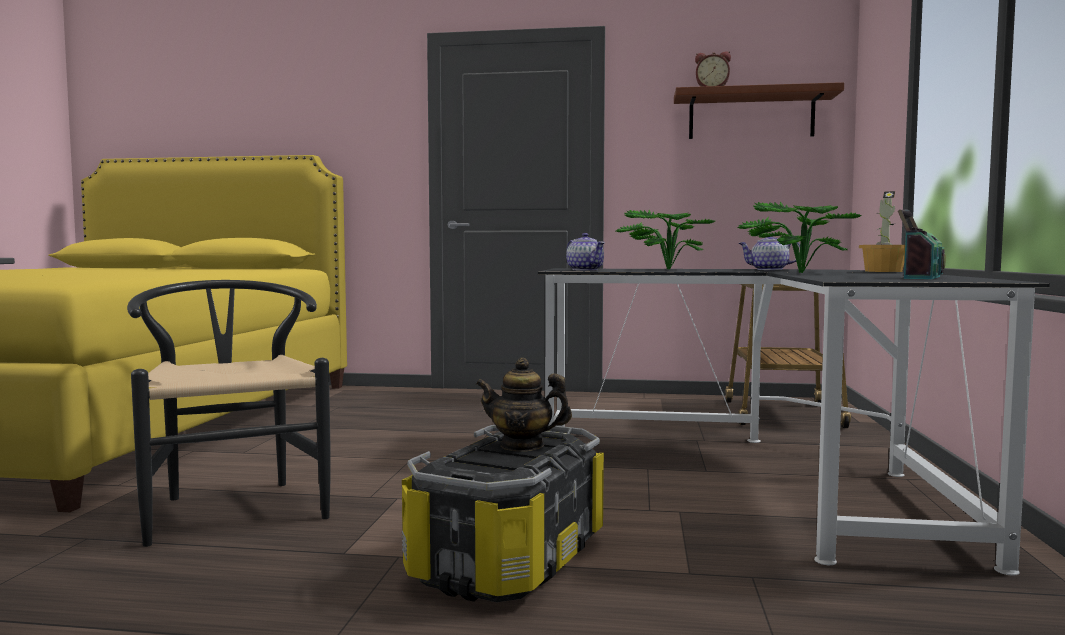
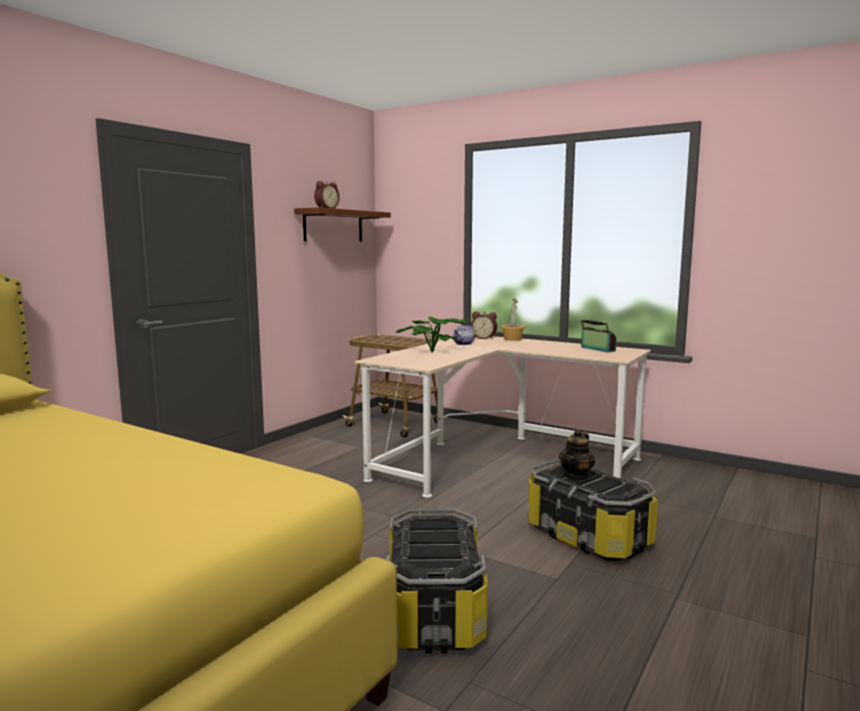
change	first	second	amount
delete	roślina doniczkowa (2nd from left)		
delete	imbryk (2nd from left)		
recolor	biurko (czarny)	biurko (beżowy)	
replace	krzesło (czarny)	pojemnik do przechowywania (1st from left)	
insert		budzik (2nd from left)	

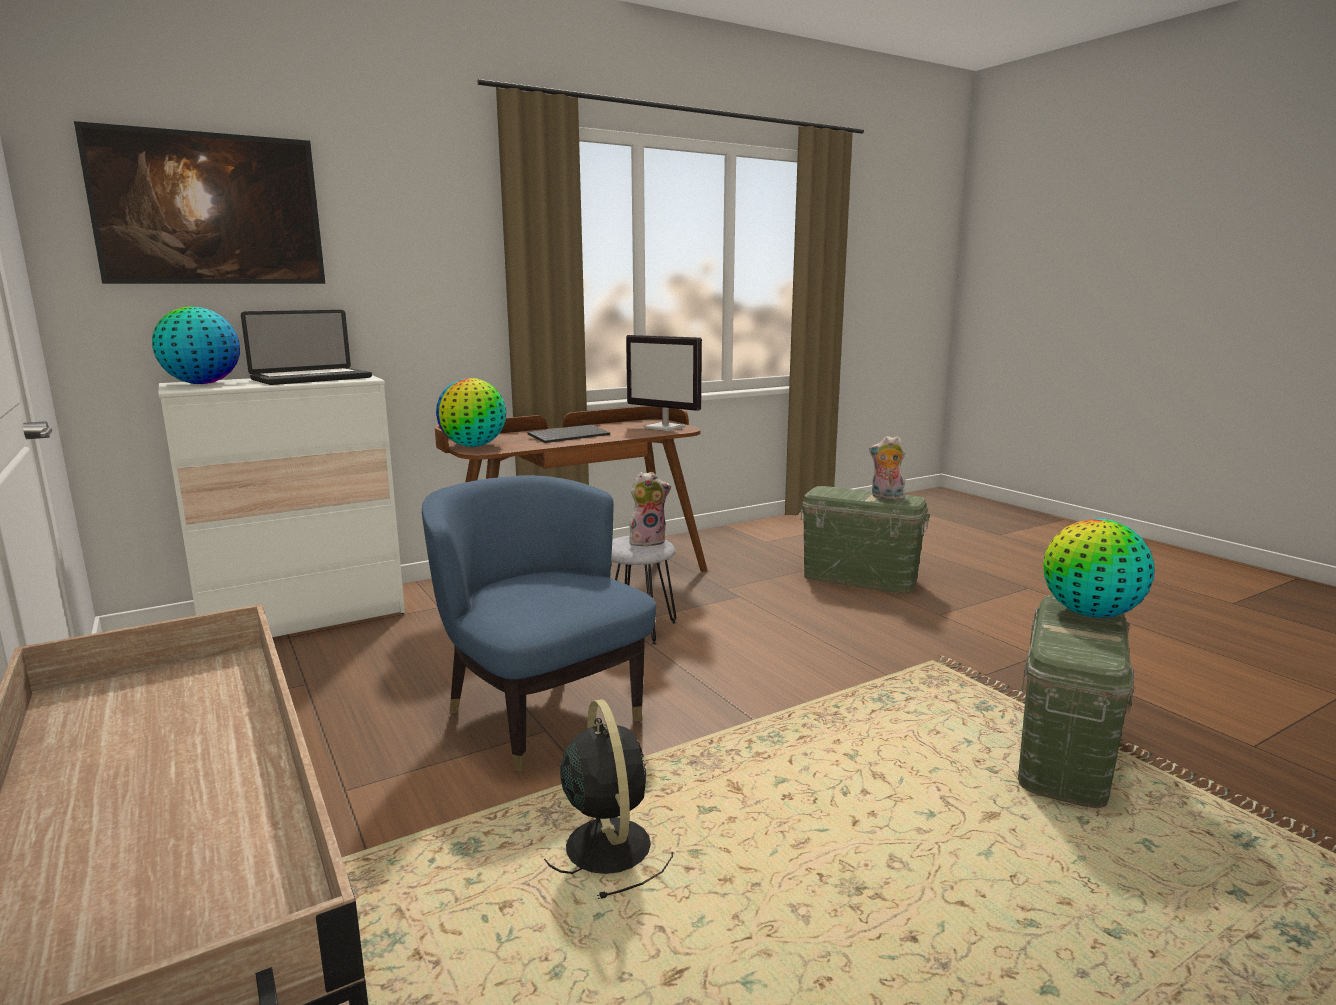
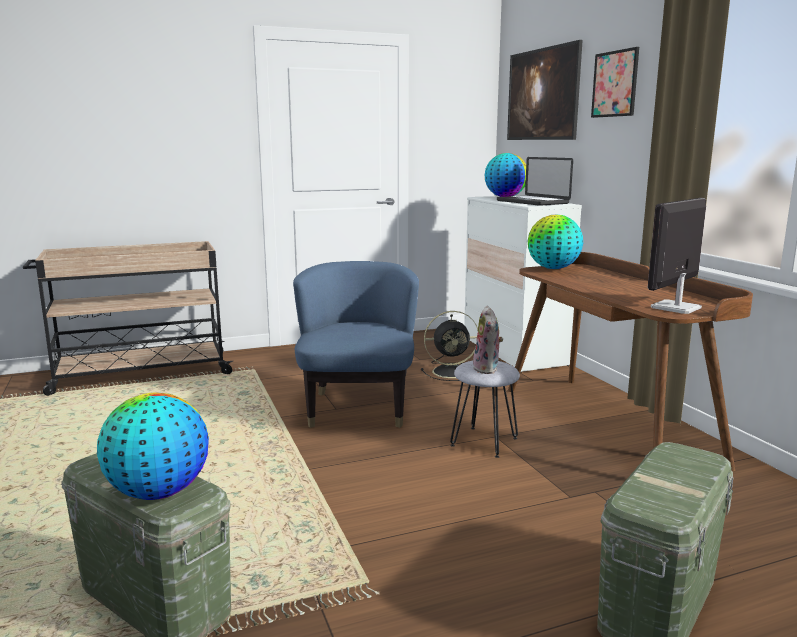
change	first	second	amount
delete	klawiatura		
delete	pluszak (2nd from left)		
rotate	fotel (niebieski)		60 degrees counterclockwise
move	wentylator (czarny)		
insert		obraz (2nd from left)	

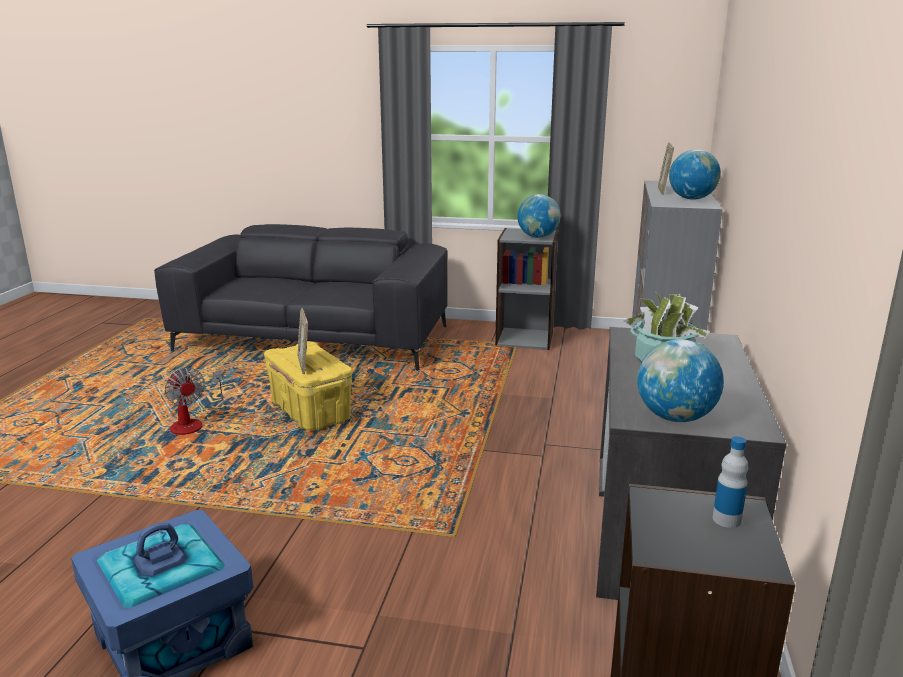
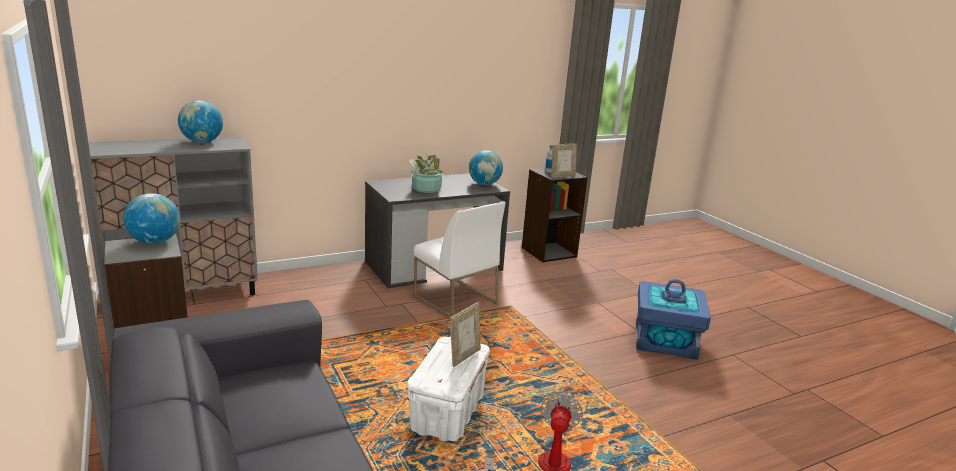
change	first	second	amount
move	ramka na zdjęcie (2nd from left)		
recolor	pojemnik do przechowywania (żółty)	pojemnik do przechowywania (biały)	
insert		krzesło (biały)	

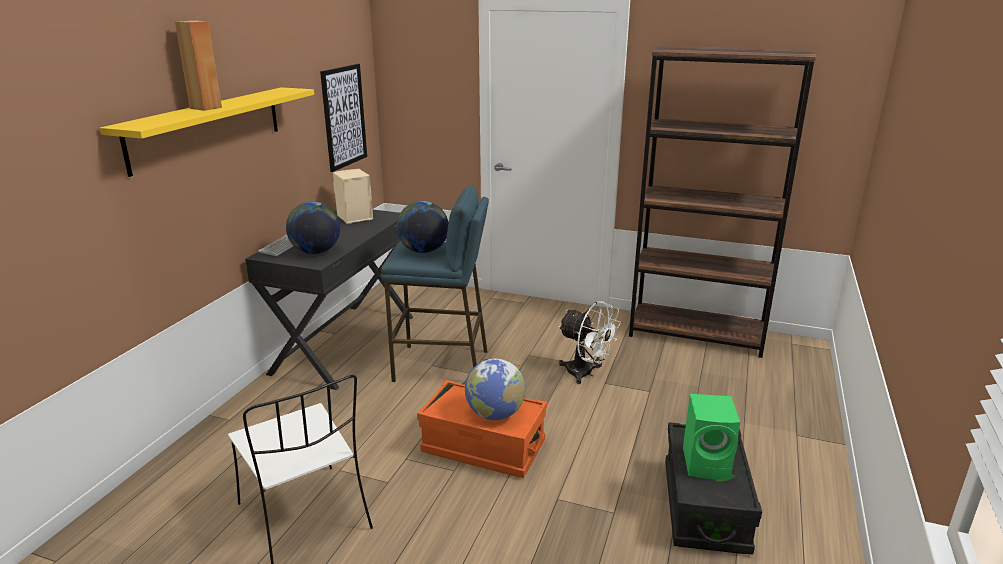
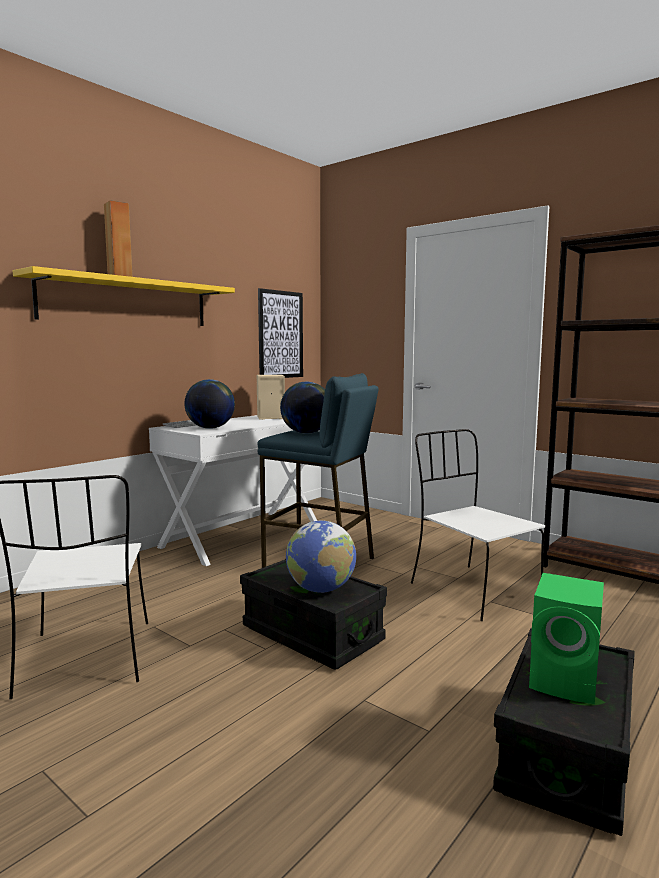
change	first	second	amount
recolor	biurko (czarny)	biurko (biały)	
replace	wentylator (biały)	krzesło (biały) (2nd from left)	
recolor	pojemnik do przechowywania (pomarańczowy)	pojemnik do przechowywania (czarny) (1st from left)	

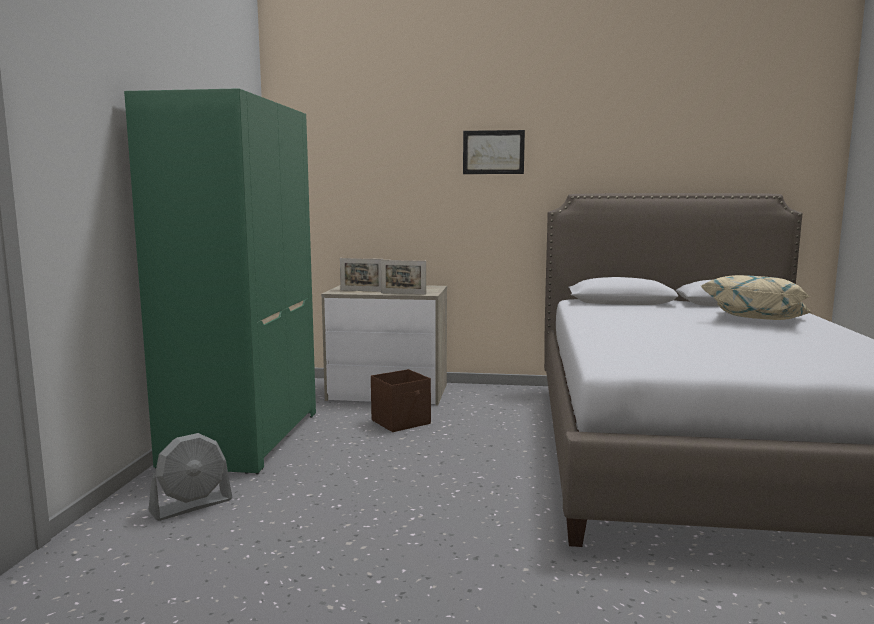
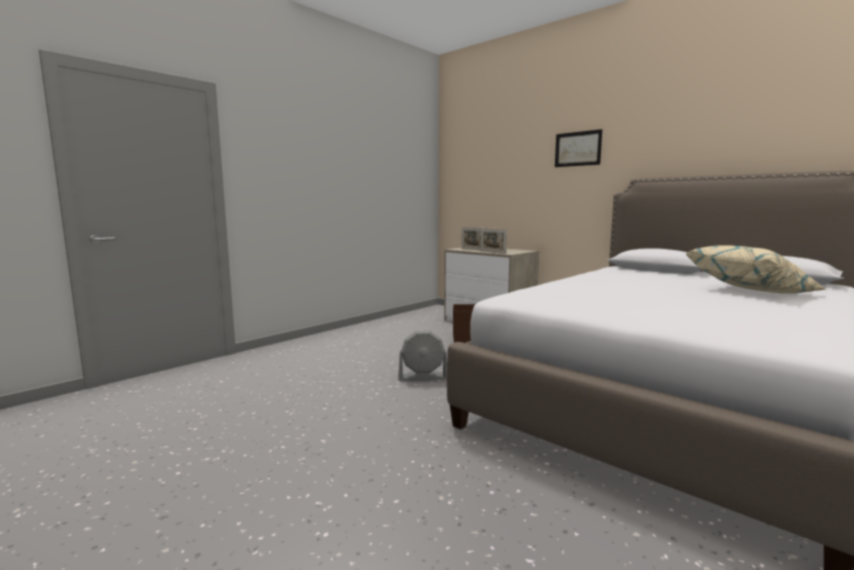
change	first	second	amount
delete	szafa (zielony)		
move	wentylator (szary)		

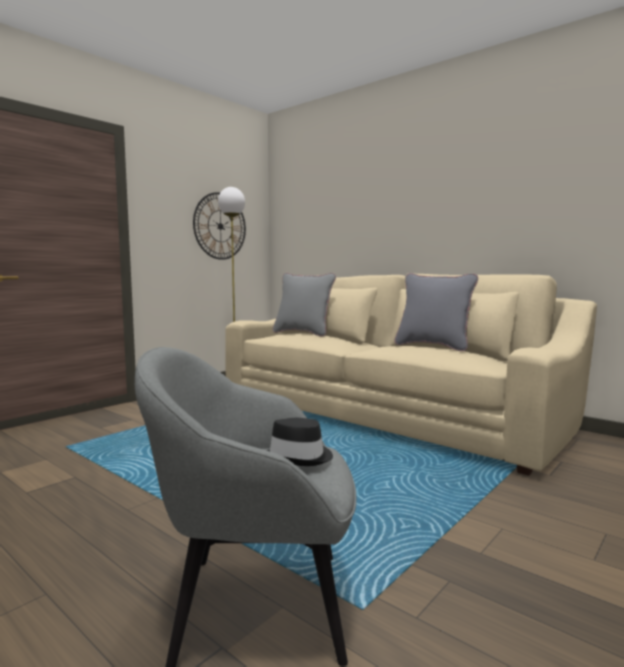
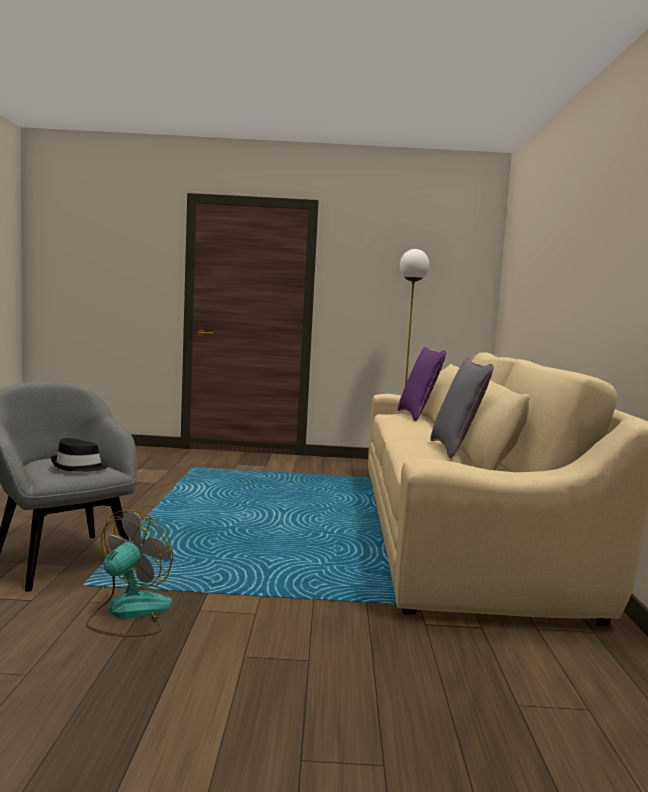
change	first	second	amount
delete	zegar ścienny		
recolor	poduszka (szary) (1st from left)	poduszka (fioletowy)	
insert		wentylator	

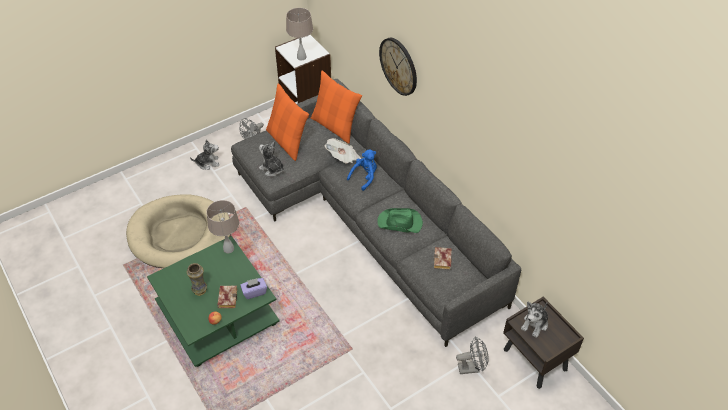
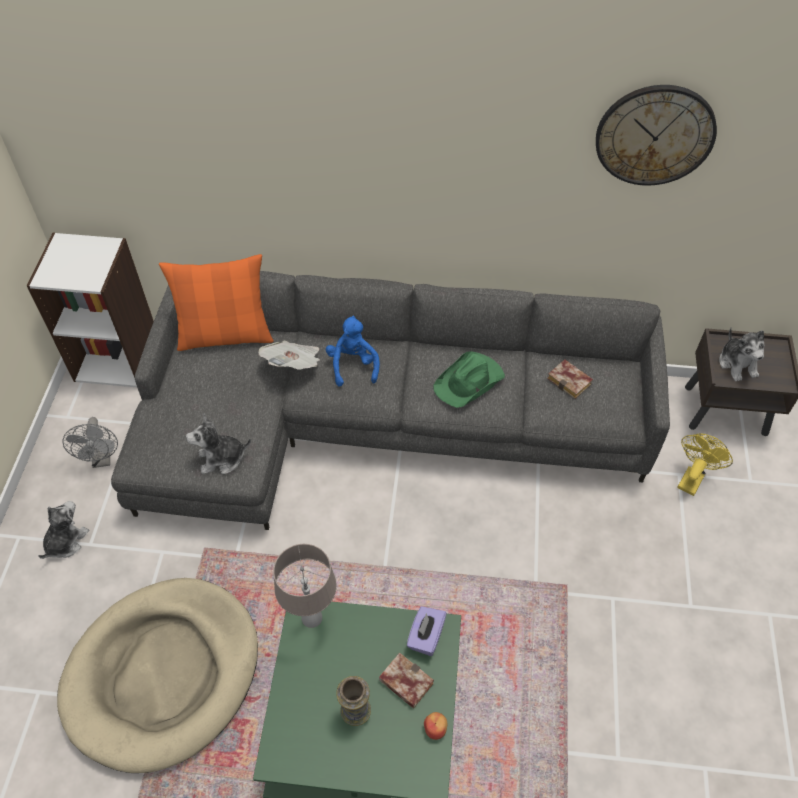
change	first	second	amount
delete	lampa stołowa (beżowy) (2nd from left)		
move	zegar ścienny		
delete	poduszka (pomarańczowy) (1st from left)		
recolor	wentylator (szary) (2nd from left)	wentylator (żółty)	

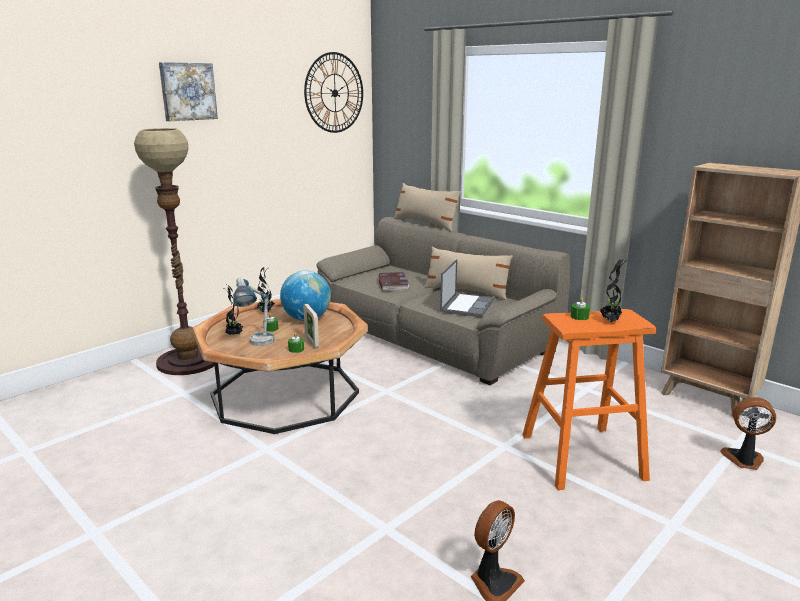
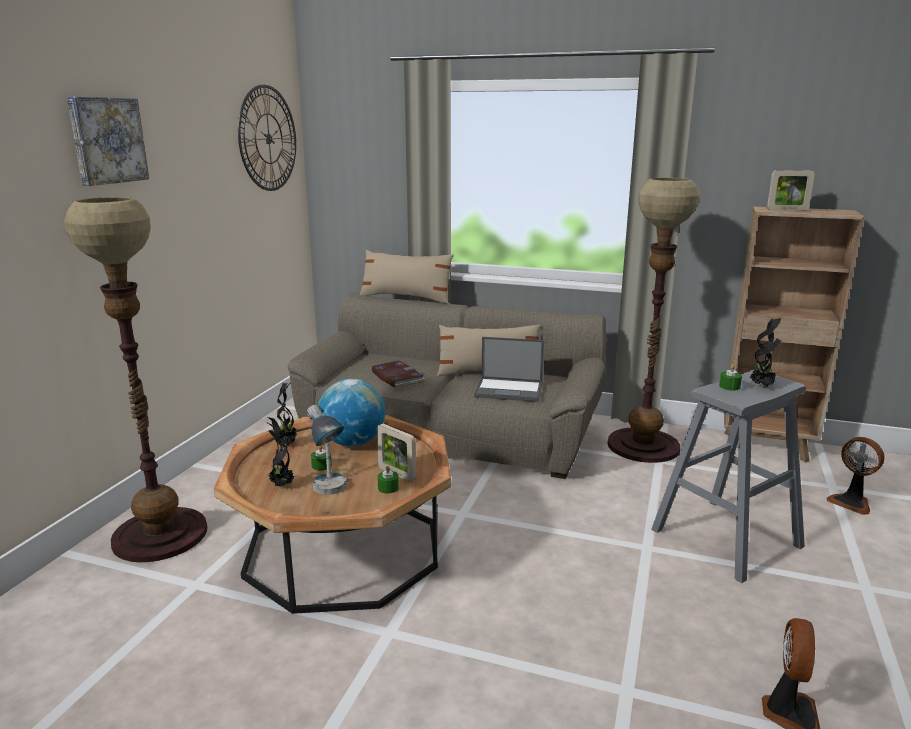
change	first	second	amount
rotate	laptop		105 degrees clockwise
recolor	stołek (pomarańczowy)	stołek (szary)	
rotate	wentylator (2nd from left)		120 degrees counterclockwise
insert		ramka na zdjęcie (2nd from left)	
insert		lampa stojąca (2nd from left)	

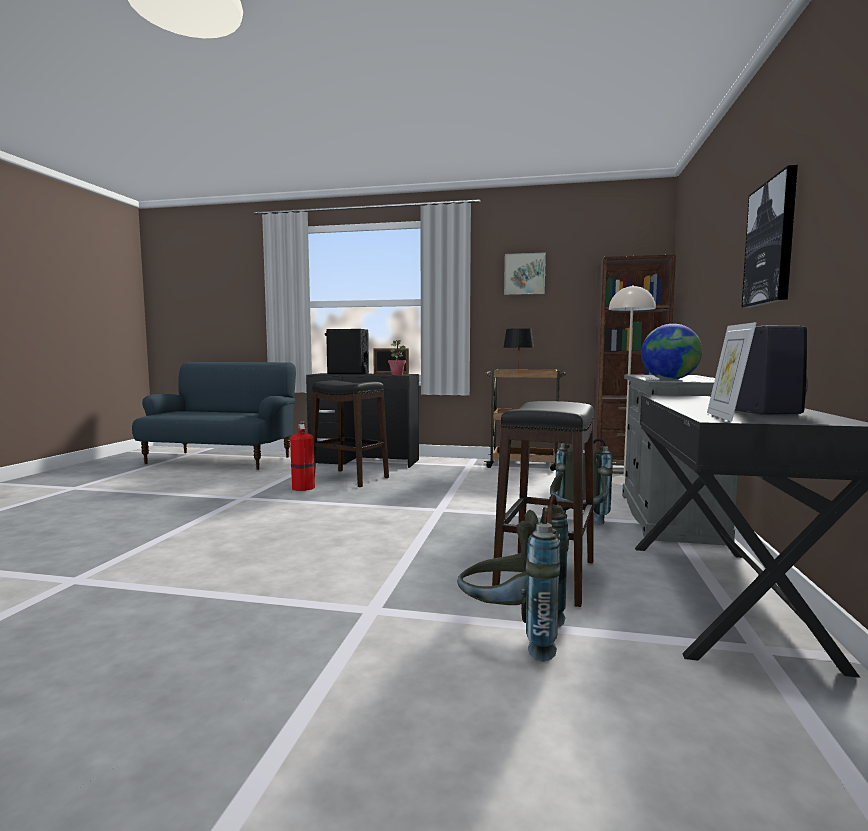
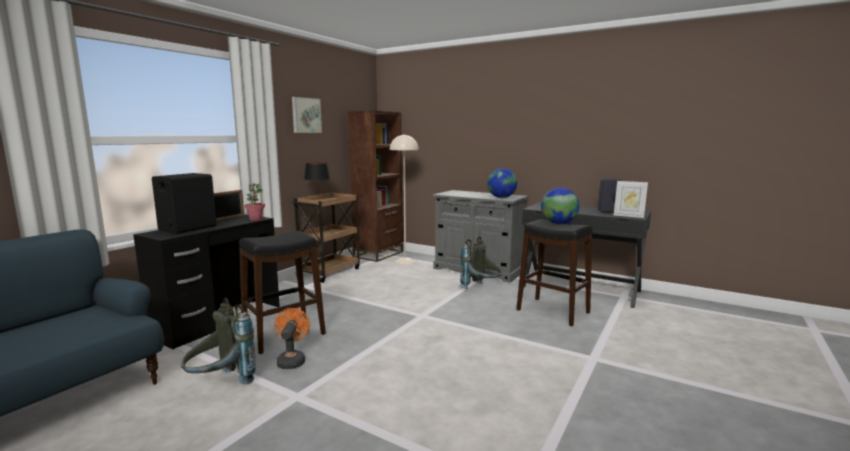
change	first	second	amount
delete	obraz (2nd from left)		
replace	gaśnica	wentylator (pomarańczowy)	
move	plecak (szary) (1st from left)		
insert		globus (2nd from left)	

